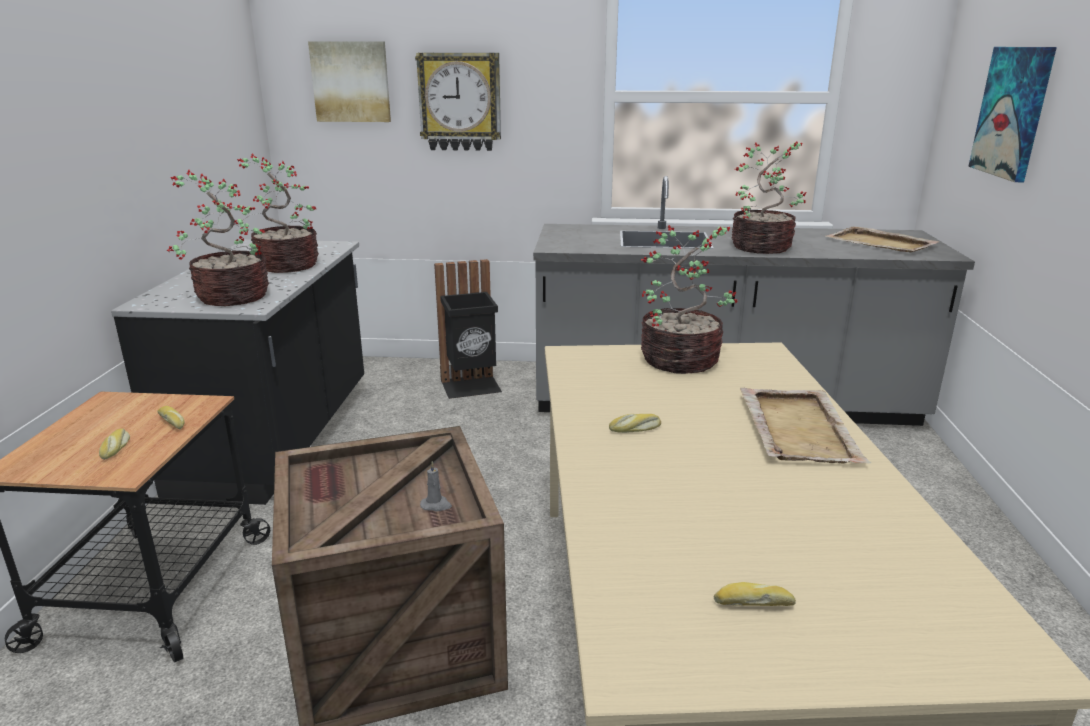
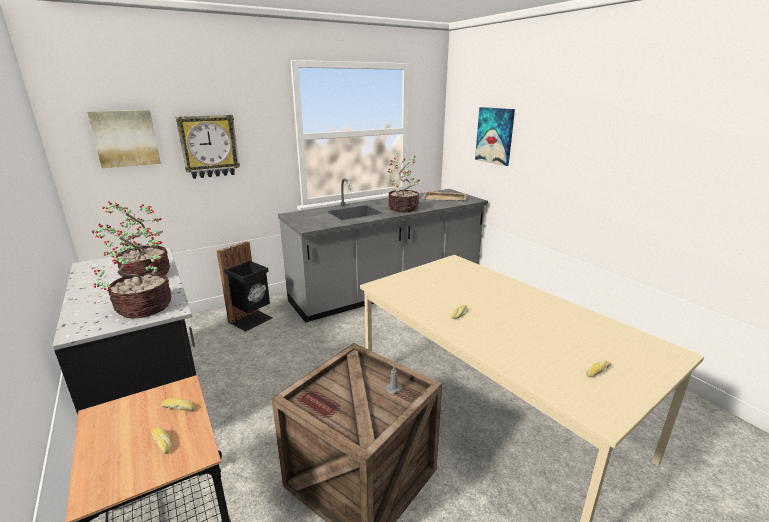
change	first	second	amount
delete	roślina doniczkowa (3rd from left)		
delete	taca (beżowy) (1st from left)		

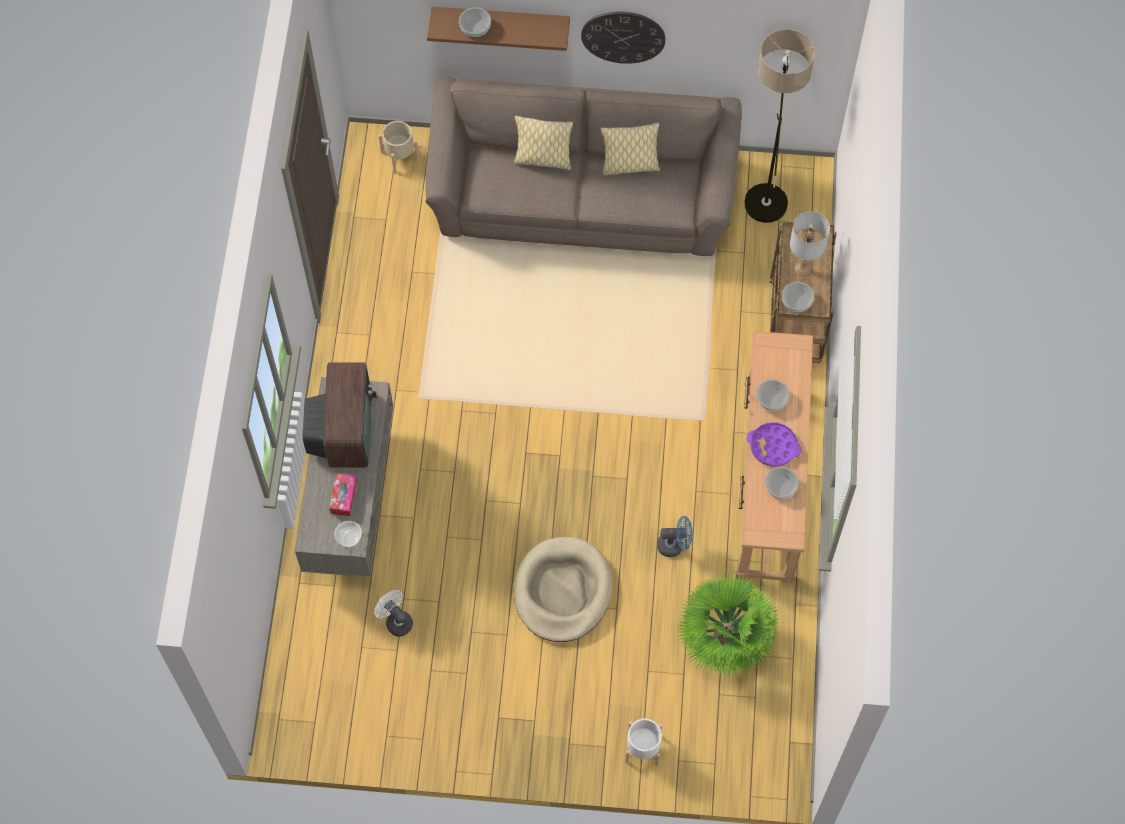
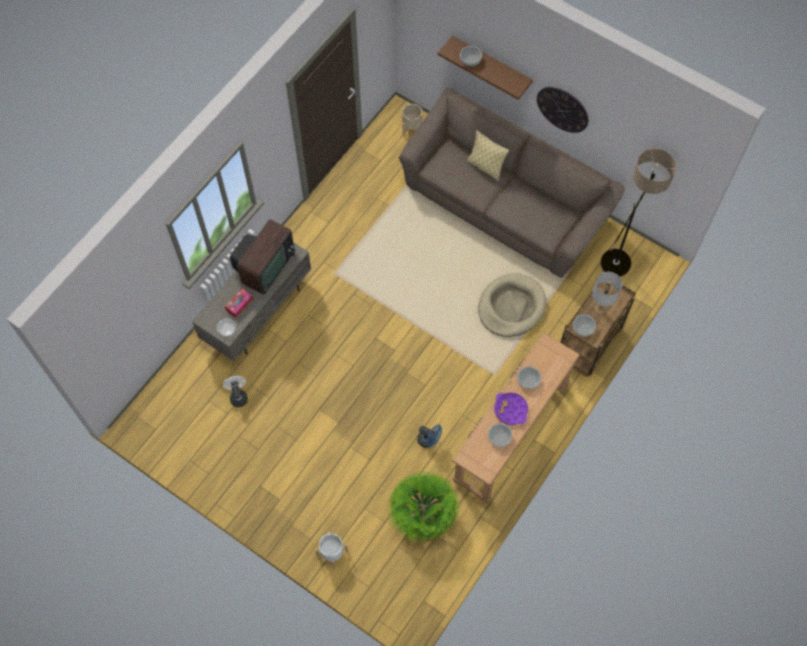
change	first	second	amount
delete	poduszka (2nd from left)		
move	legowisko (beżowy)		

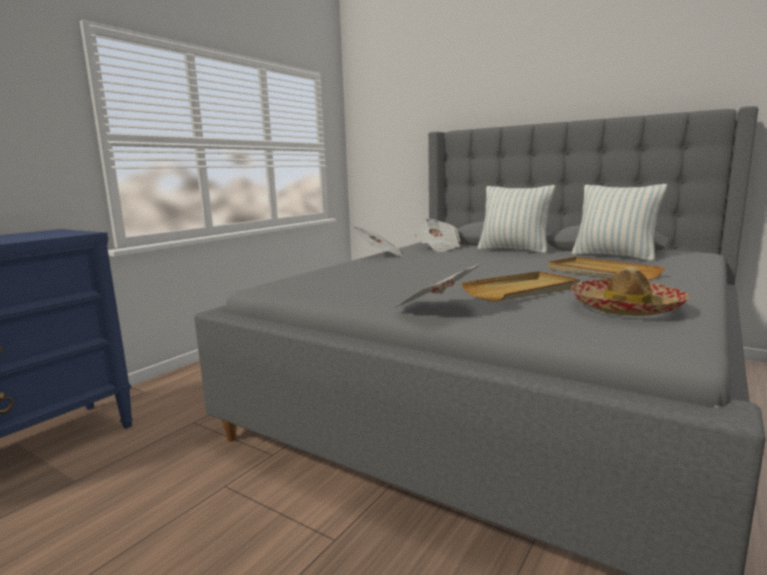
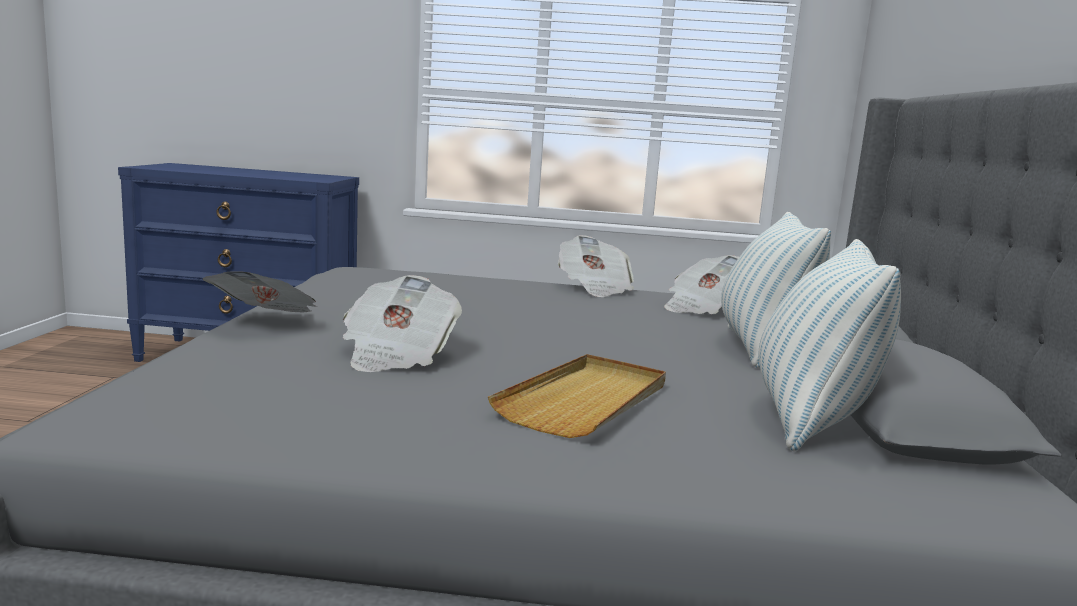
change	first	second	amount
delete	kapelusz		
replace	taca (beżowy) (1st from left)	gazeta (2nd from left)	

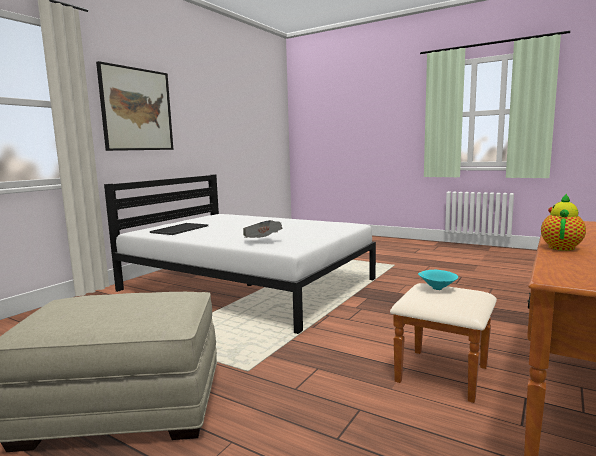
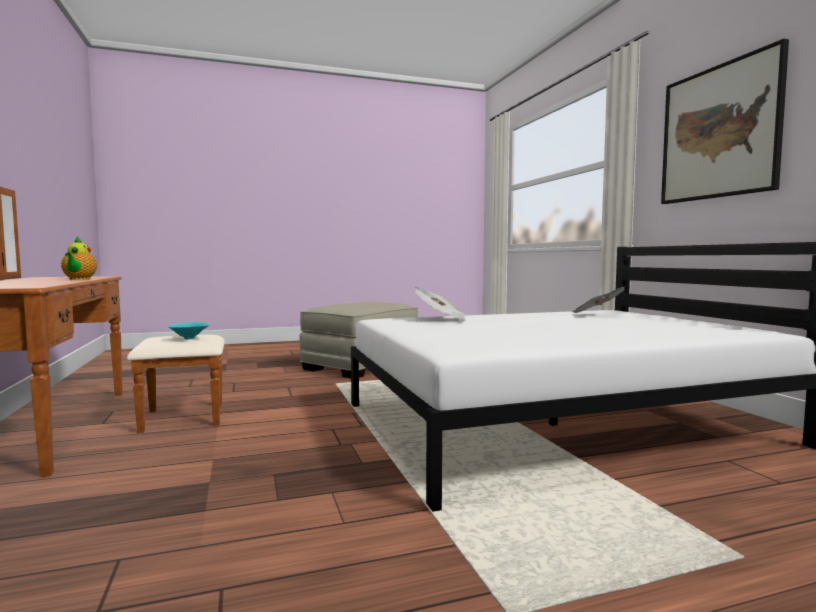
change	first	second	amount
replace	taca	gazeta (2nd from left)	

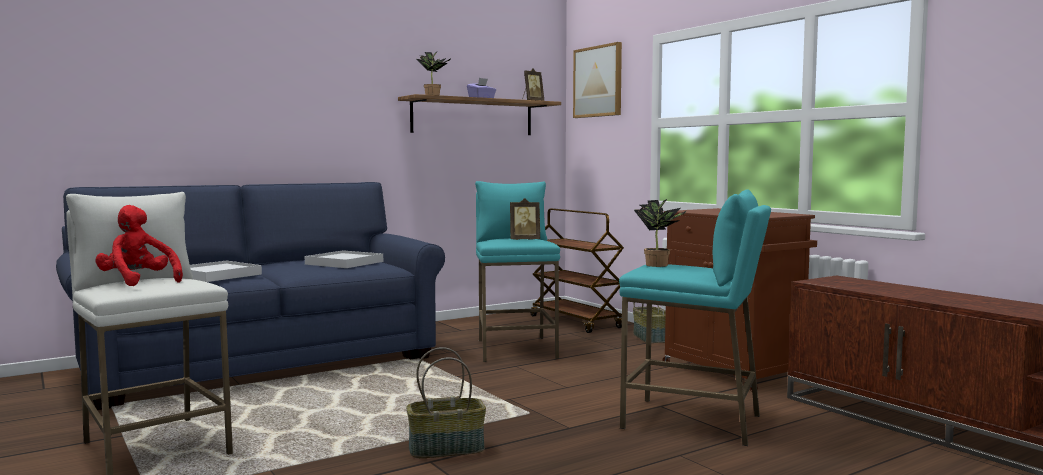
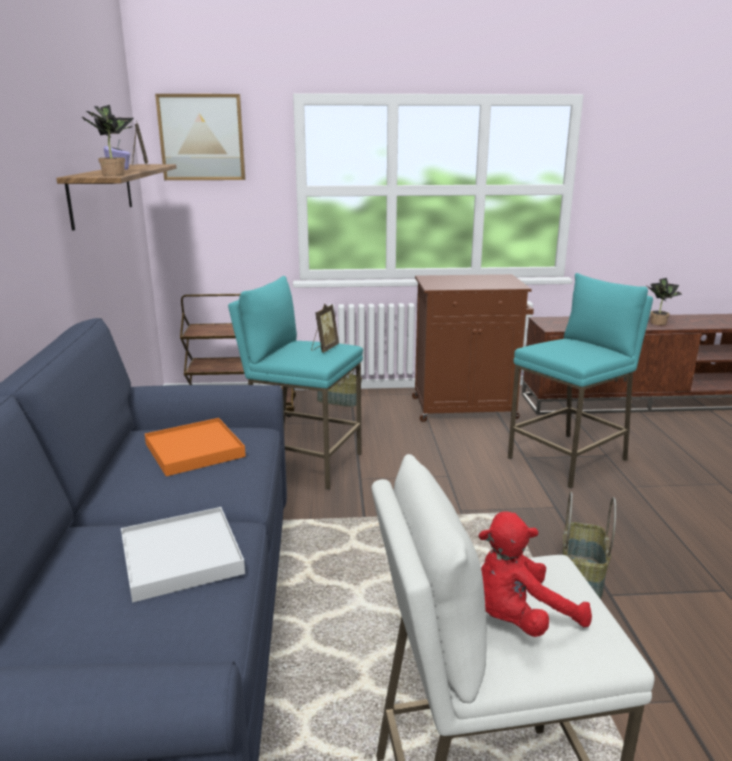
change	first	second	amount
move	roślina doniczkowa (2nd from left)		
recolor	taca (biały) (2nd from left)	taca (pomarańczowy)	

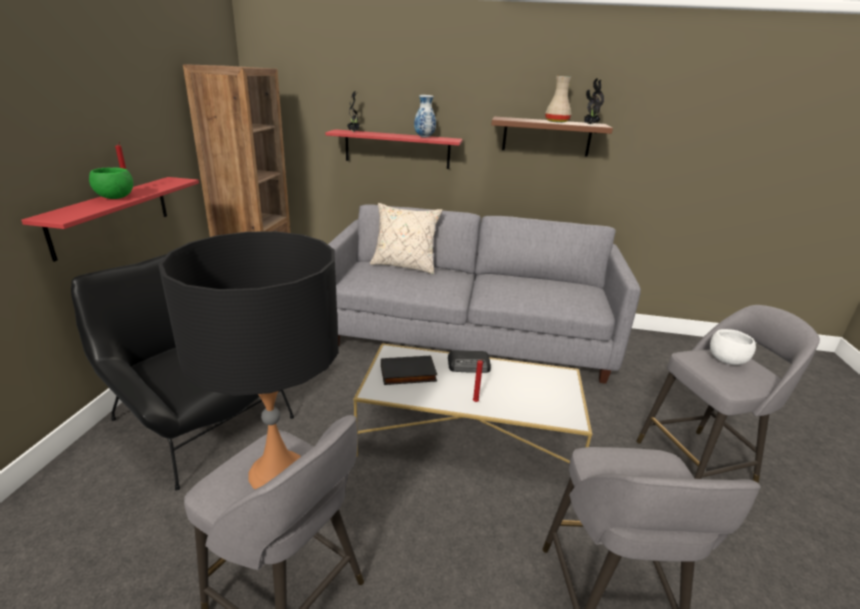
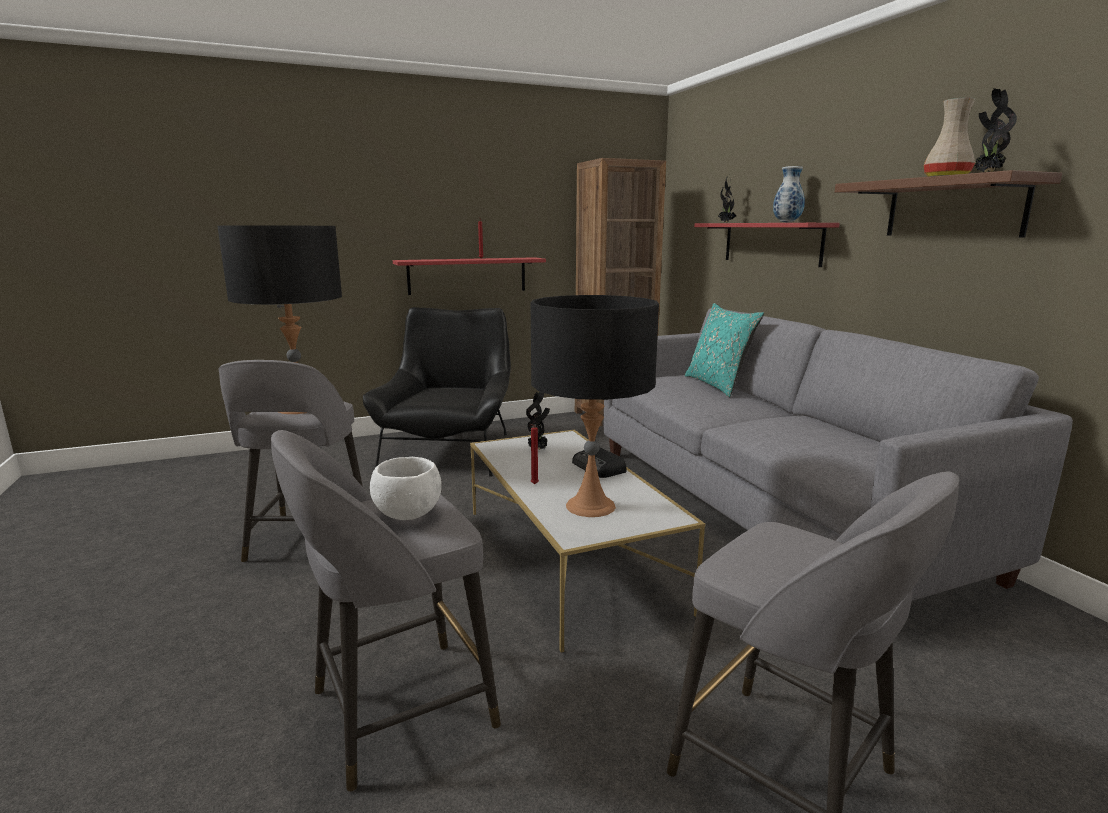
change	first	second	amount
delete	miska (zielony)		
recolor	poduszka (beżowy)	poduszka (turkusowy)	
move	miska (biały)		
replace	książka (czarny)	roślina doniczkowa (1st from left)	
insert		lampa stołowa (czarny) (2nd from left)	

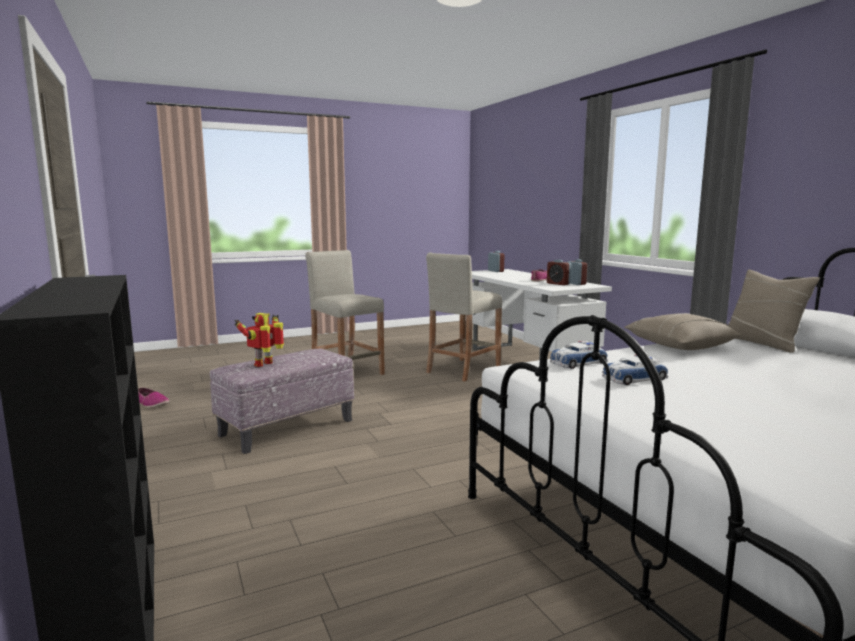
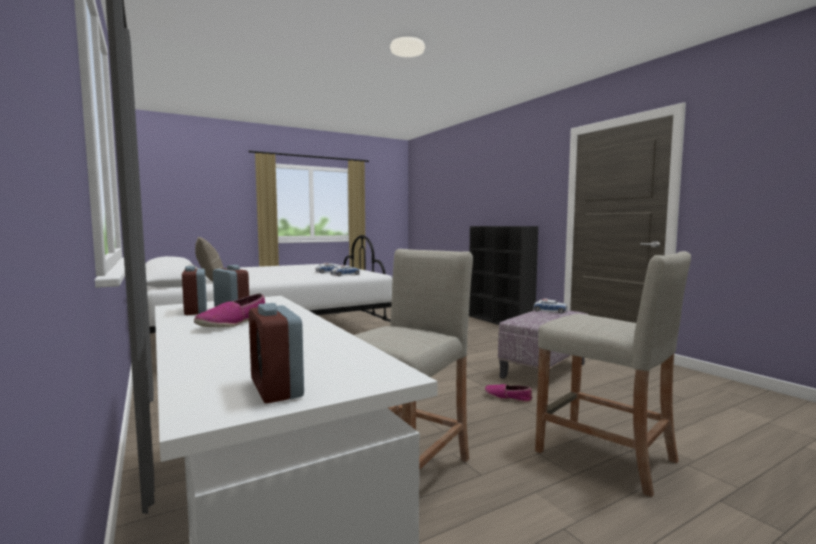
change	first	second	amount
replace	robot zabawkowy	samochodzik (3rd from left)	
delete	poduszka (beżowy) (1st from left)		
move	but (1st from left in the first image)	but (2nd from left)	

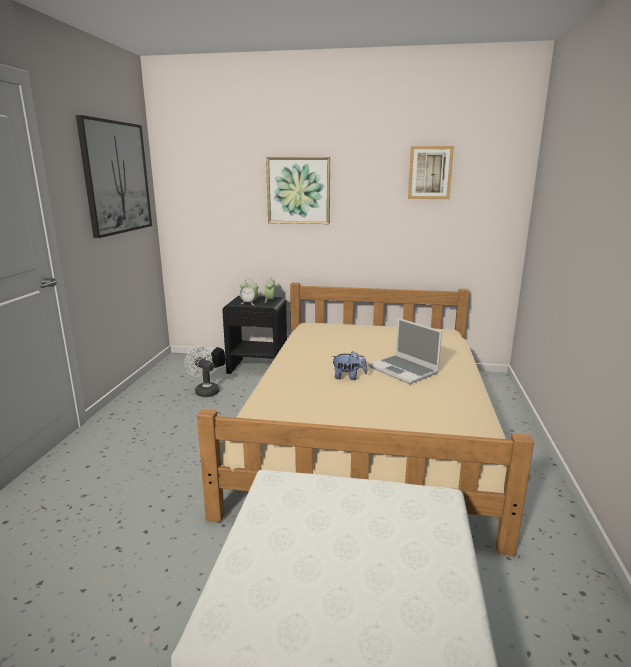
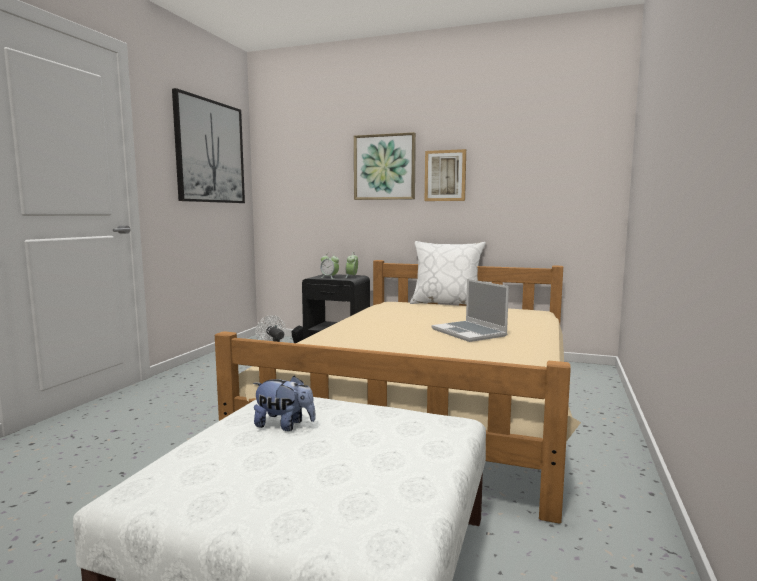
change	first	second	amount
move	obraz (3rd from left)		
move	pluszak		
insert		poduszka (biały)	

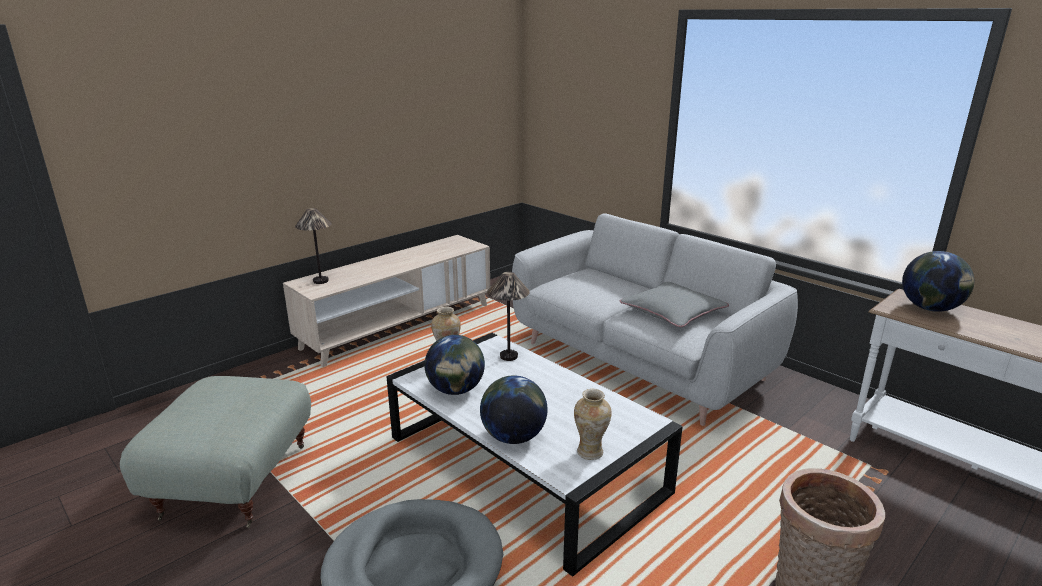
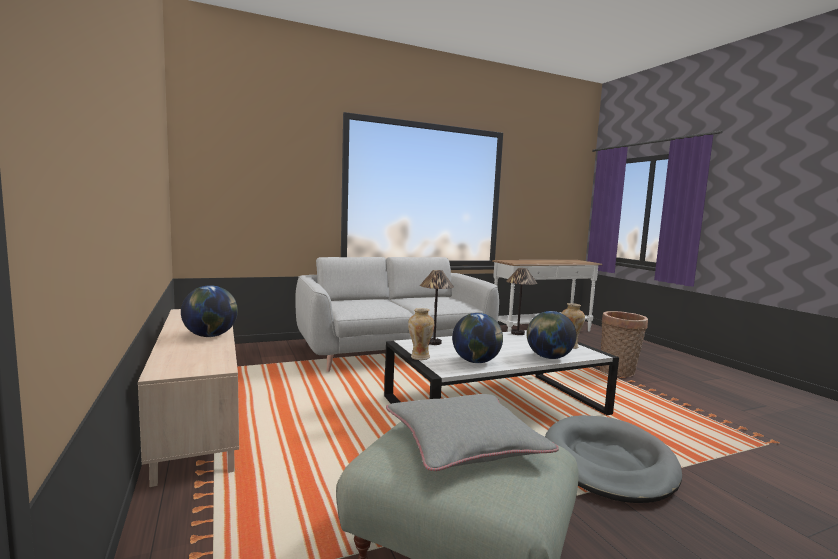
change	first	second	amount
move	lampa stołowa (1st from left in the first image)	lampa stołowa (2nd from left)	
move	globus (3rd from left in the first image)	globus (1st from left)	
move	poduszka (szary)		

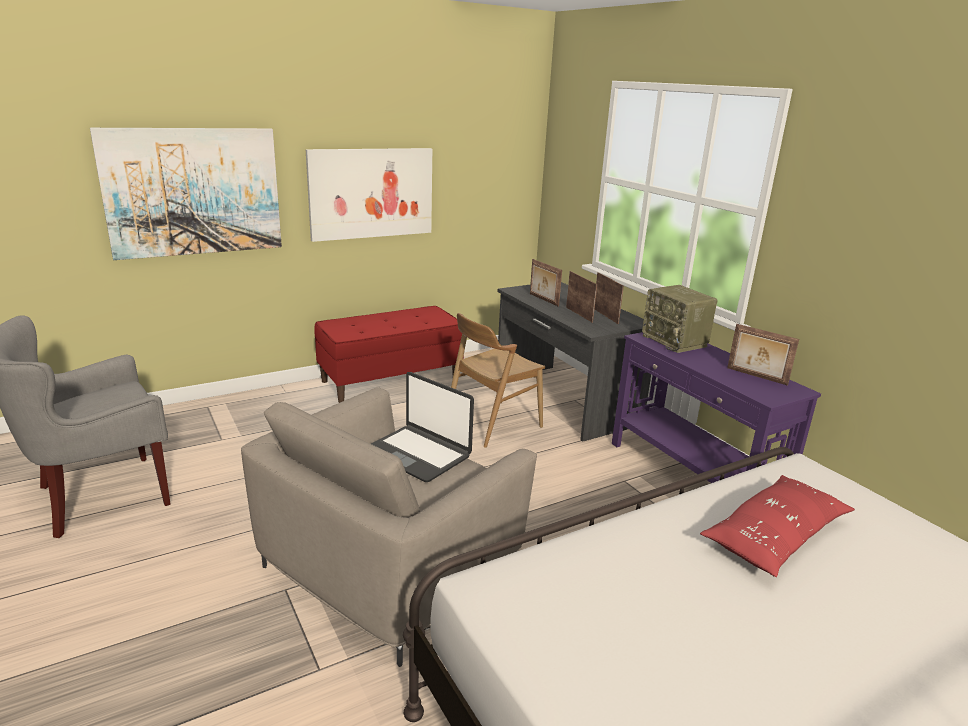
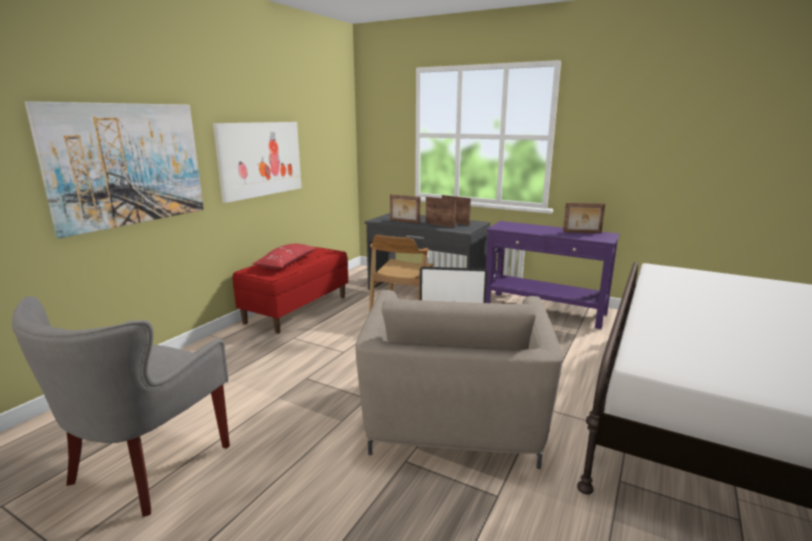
change	first	second	amount
delete	radio		
move	poduszka (czerwony)		

